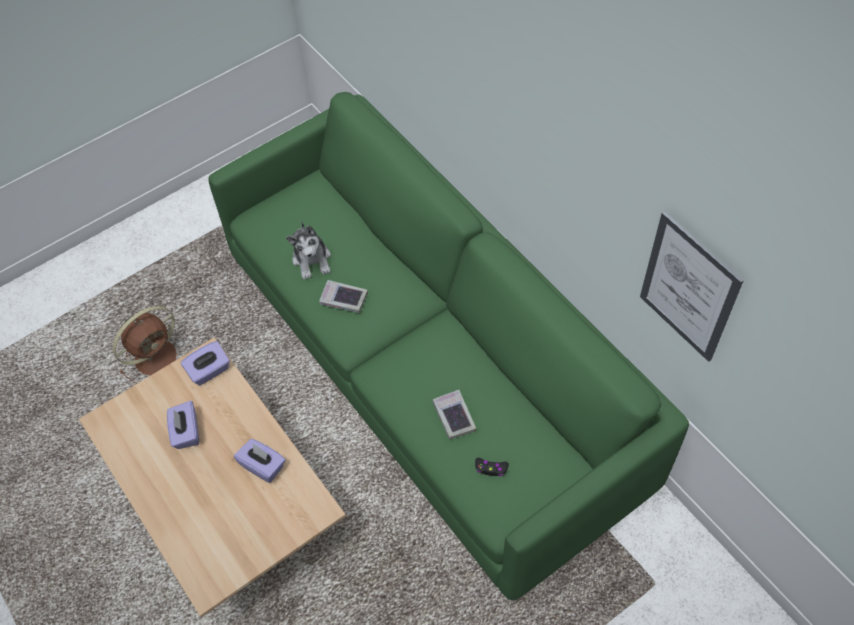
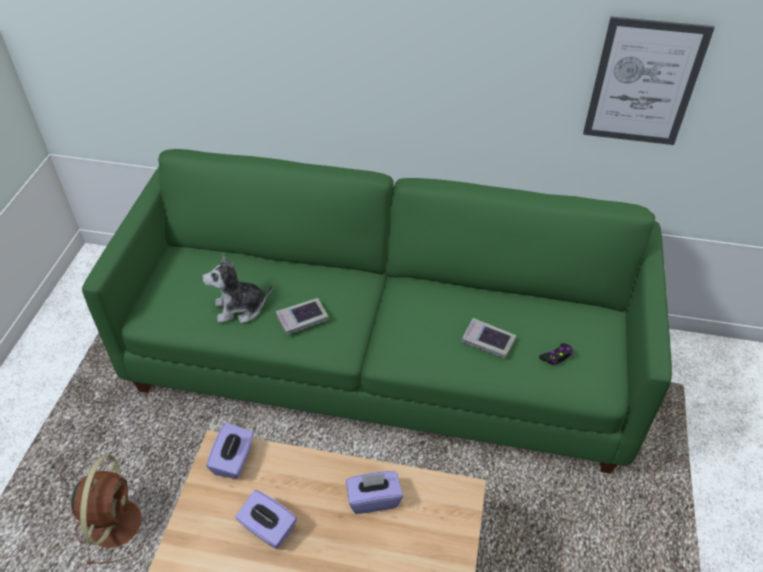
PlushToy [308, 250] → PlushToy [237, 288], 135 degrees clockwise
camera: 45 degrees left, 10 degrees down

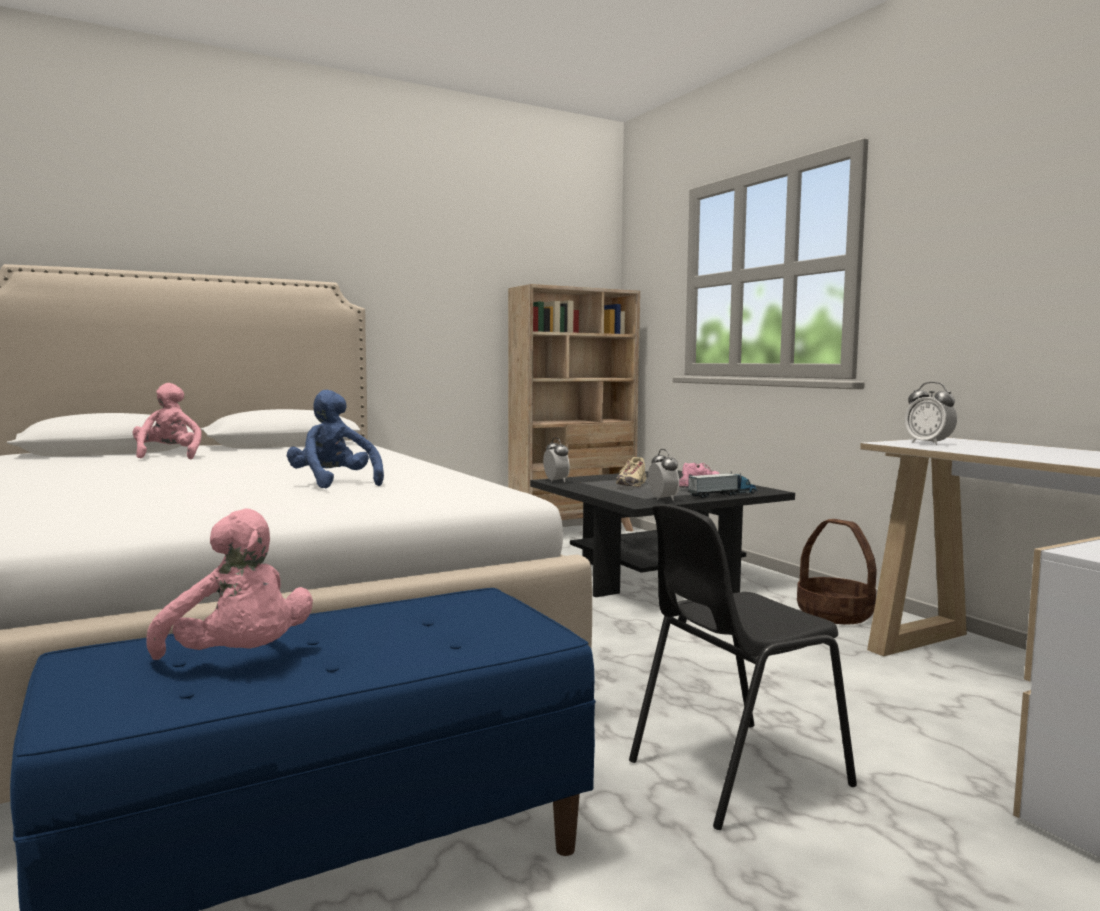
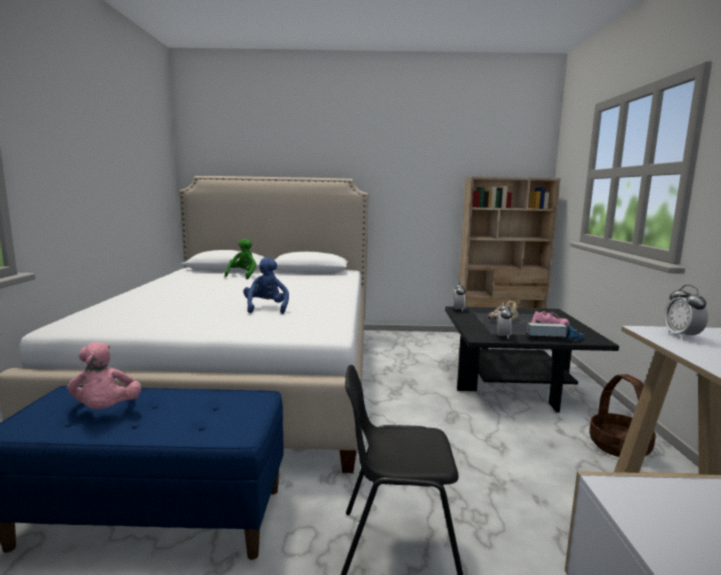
PinkColouredPlushToy [167, 421] → GreenColouredPlushToy [240, 258]
camera: 30 degrees right, 5 degrees up

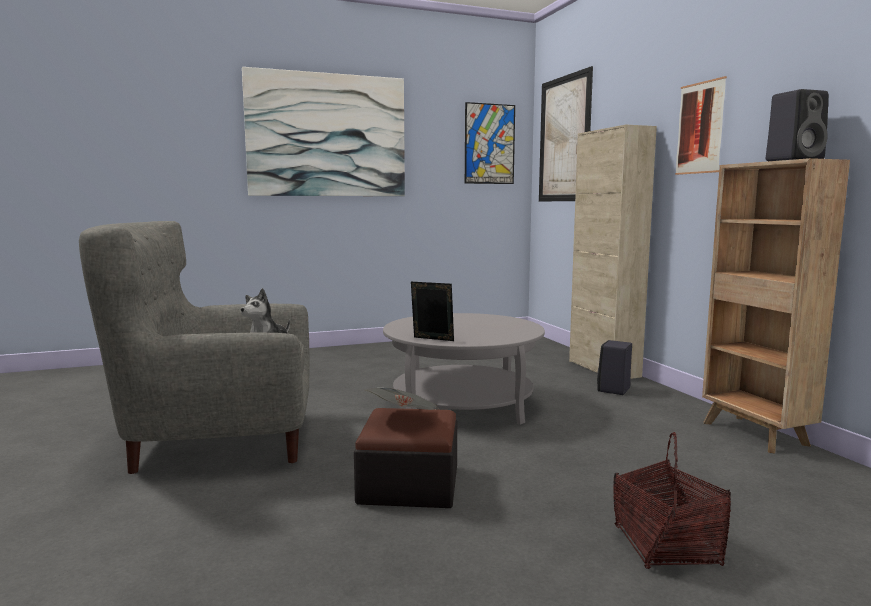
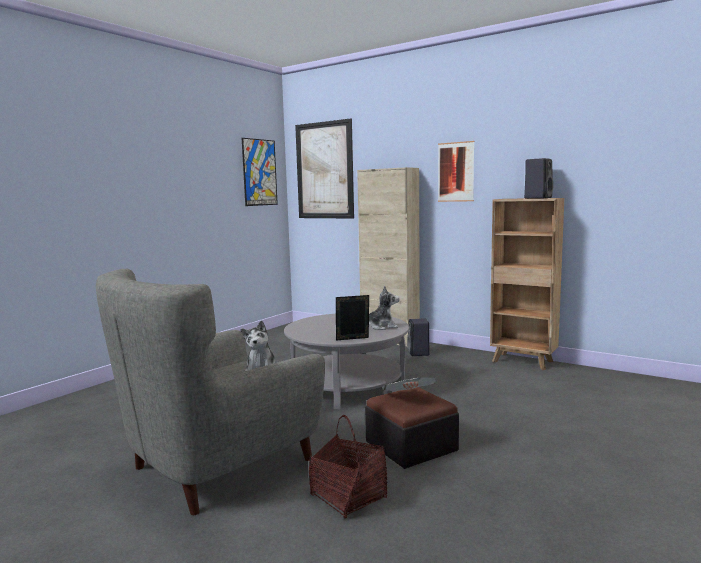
WallArt [323, 131] → -
HouseholdBasket [672, 500] → HouseholdBasket [348, 466], moved
- → PlushToy [384, 308]
camera: 35 degrees left, 0 degrees up

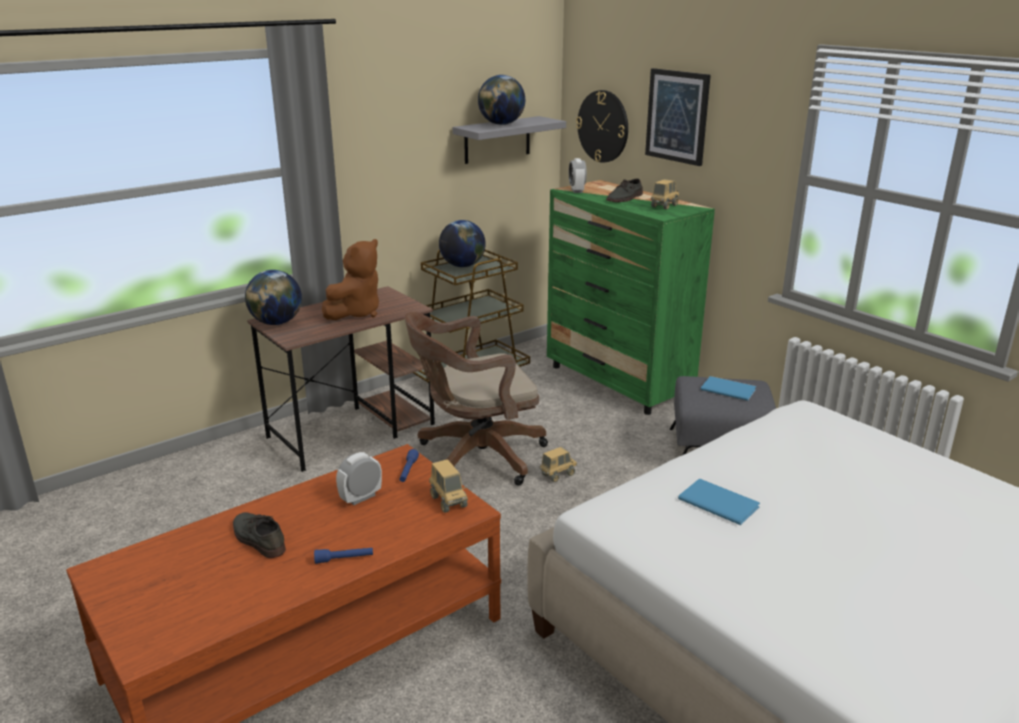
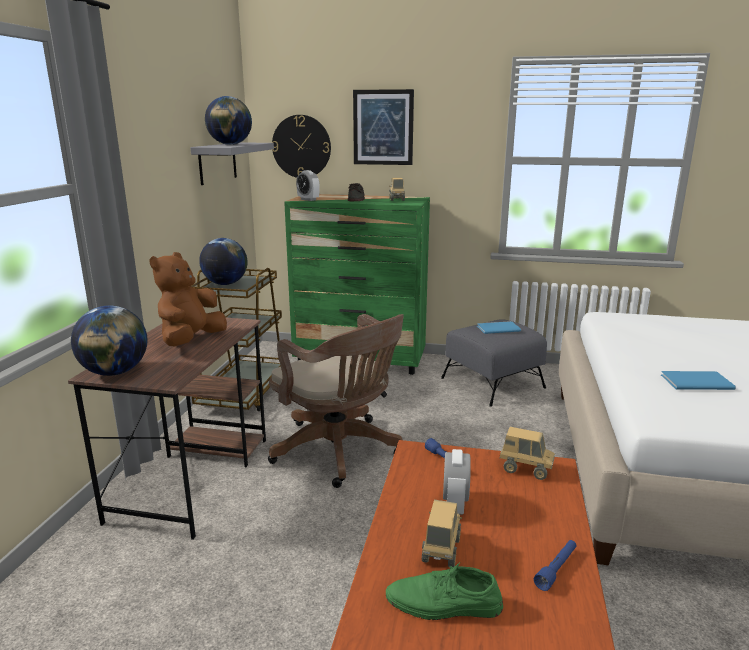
GreyishShoe [259, 535] → GreenColouredShoe [444, 591]
BrownPlushToy [350, 279] → BrownPlushToy [188, 299], 150 degrees counterclockwise
BrownComputerChair [476, 399] → BrownComputerChair [336, 401], 75 degrees counterclockwise
ModelTruck [558, 464] → ModelTruck [442, 533], moved
camera: 40 degrees left, 5 degrees down

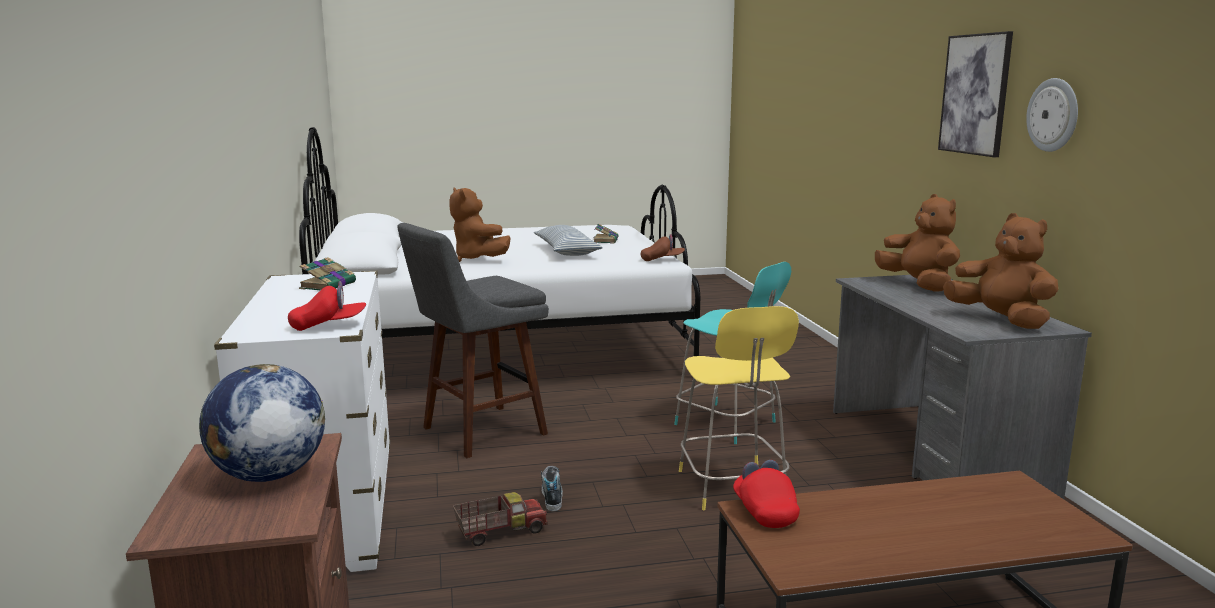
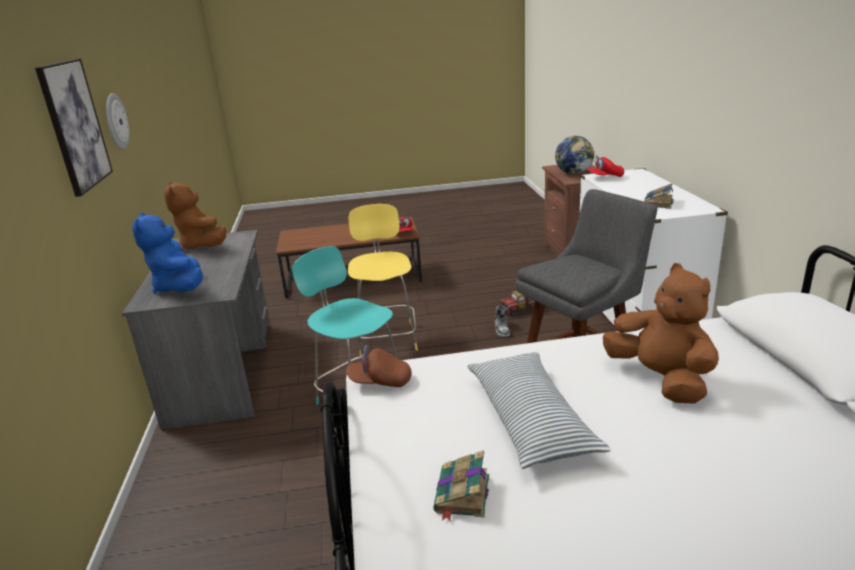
BrownPlushToy [917, 243] → BluePlushToy [167, 253]
camera: 175 degrees left, 10 degrees up

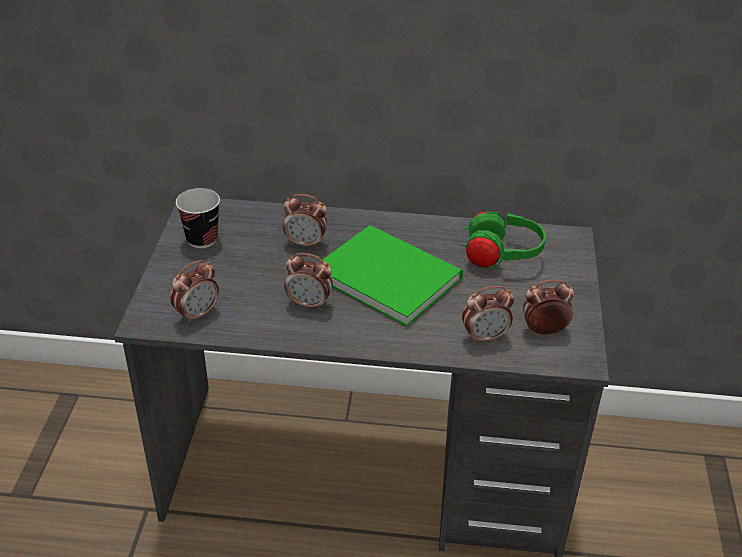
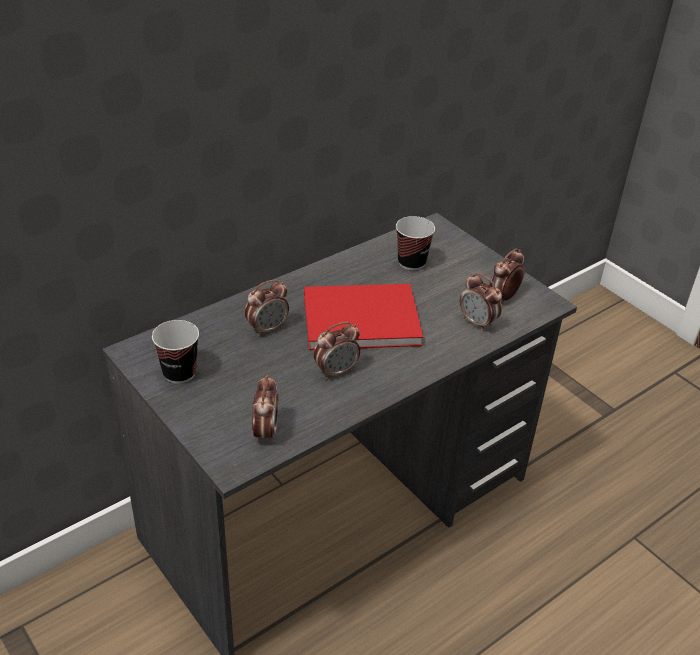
GreenColouredVolume [392, 275] → RedColouredVolume [363, 317]
GreenColouredHeadset [503, 239] → Cup [415, 243]
AlarmClock [488, 315] → AlarmClock [481, 302], 105 degrees clockwise
camera: 45 degrees left, 0 degrees up

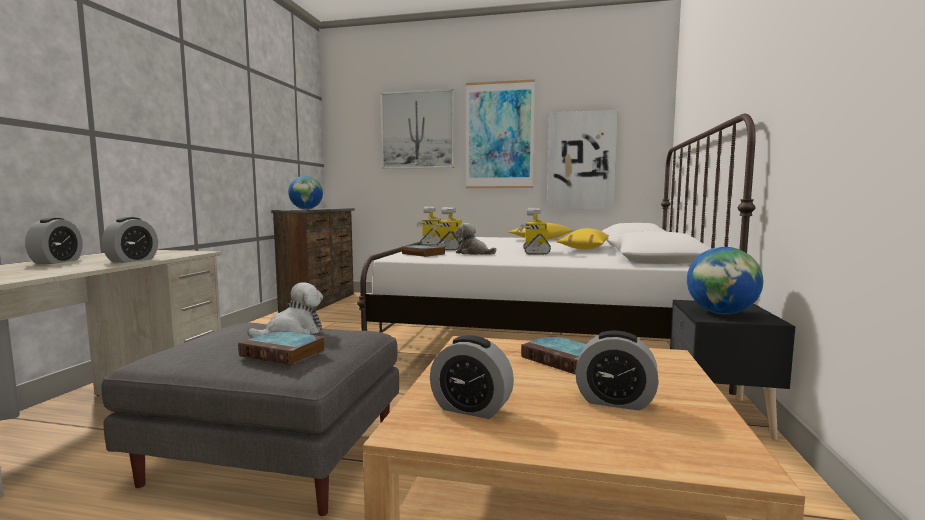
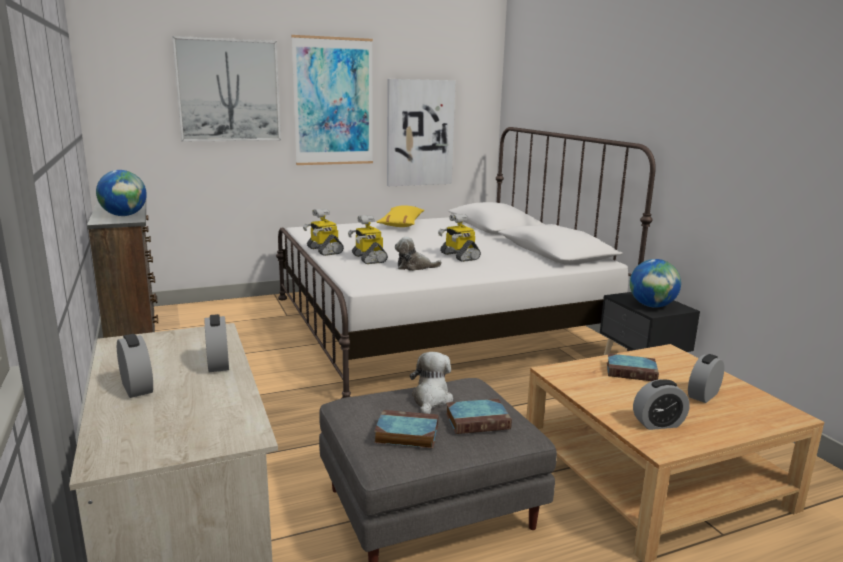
Volume [423, 251] → Volume [406, 429], moved
YellowColouredCushion [582, 239] → -
AlarmClock [617, 371] → AlarmClock [706, 378], 150 degrees clockwise
camera: 35 degrees left, 10 degrees up

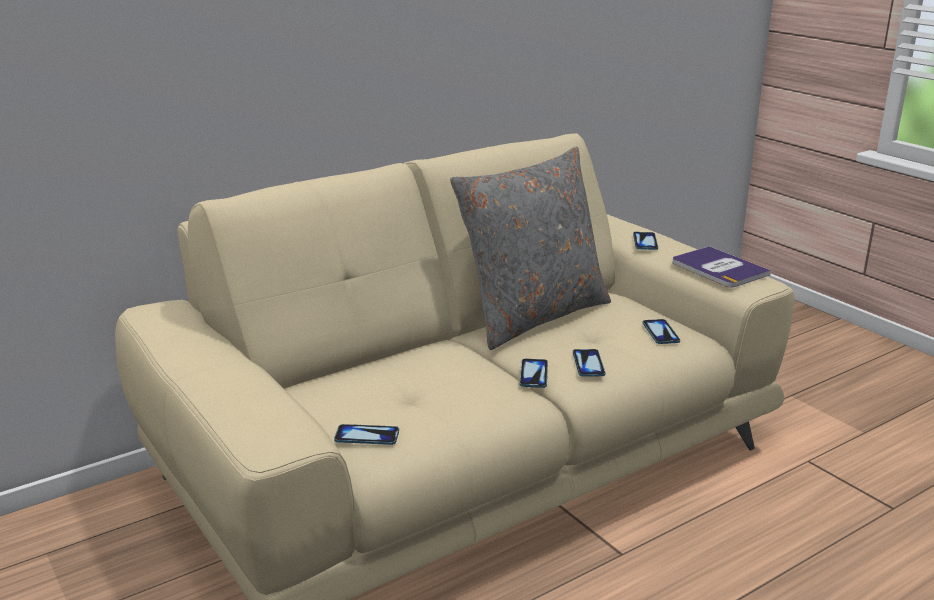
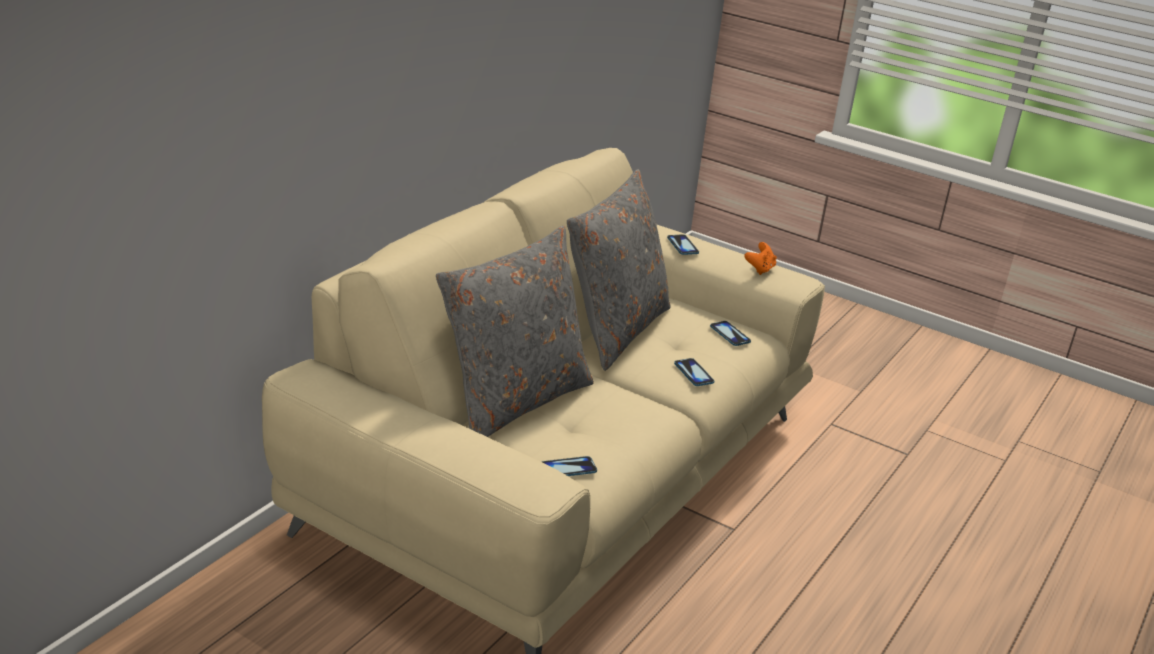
Telephone [534, 373] → -
Volume [721, 266] → OrangeGamepad [760, 258]
- → GreyishCushion [515, 331]
camera: 25 degrees left, 5 degrees up

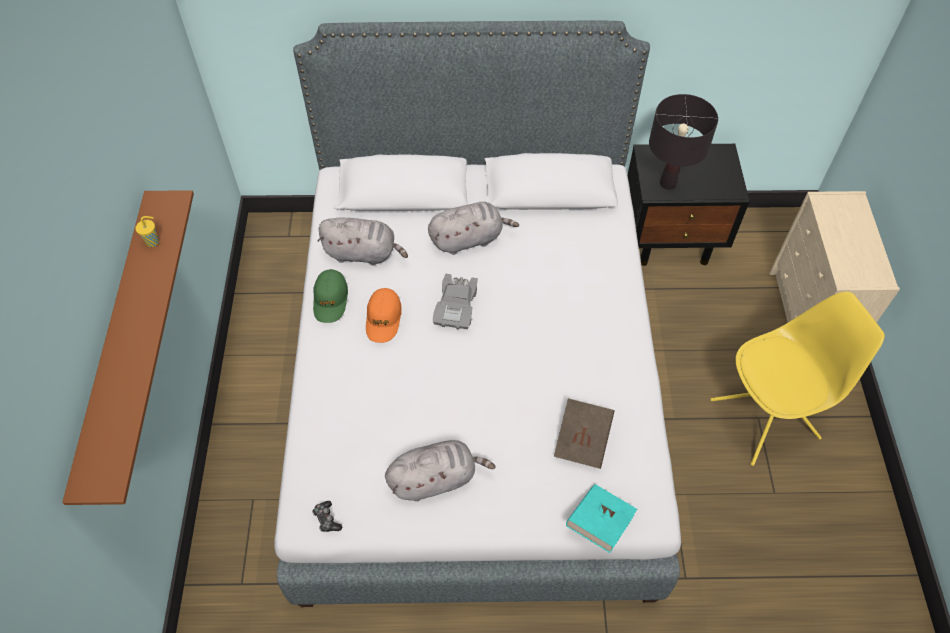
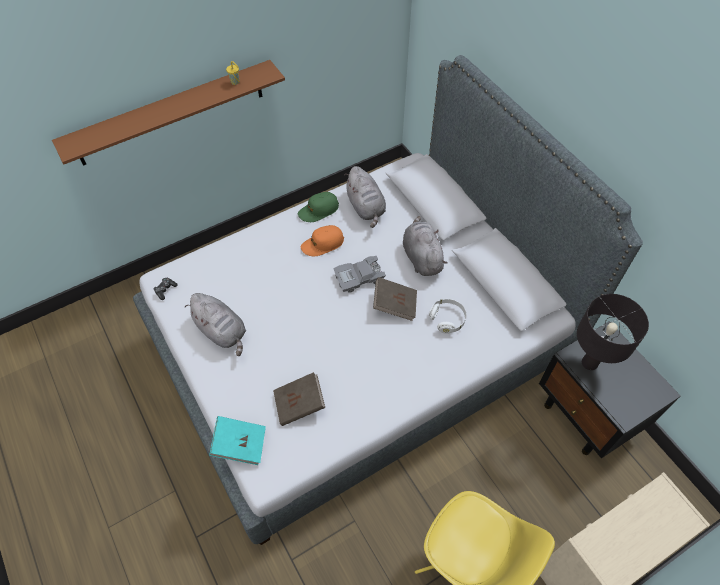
GreyishPlushToy [473, 228] → GreyishPlushToy [425, 246], 150 degrees counterclockwise
- → BrownVolume [395, 299]
- → WhitishHeadset [447, 316]
camera: 60 degrees right, 0 degrees up

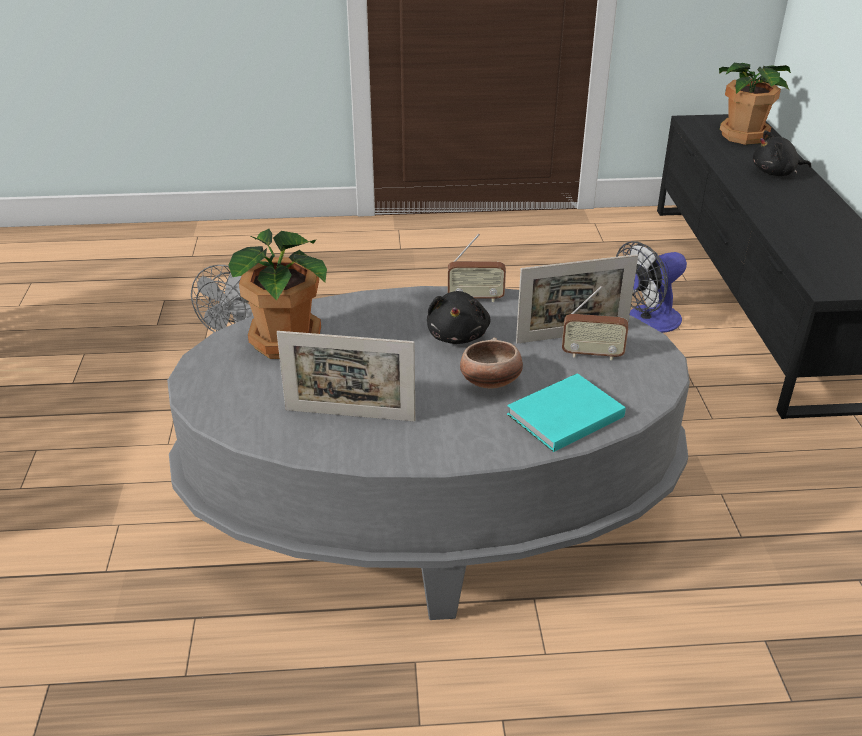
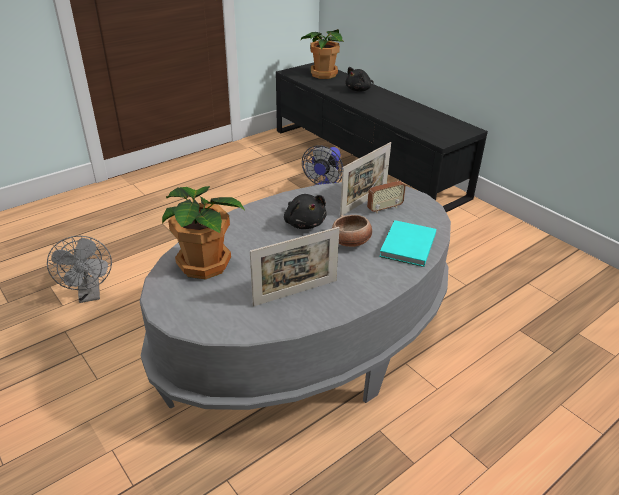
RadioSet [477, 268] → -
camera: 35 degrees left, 0 degrees up

